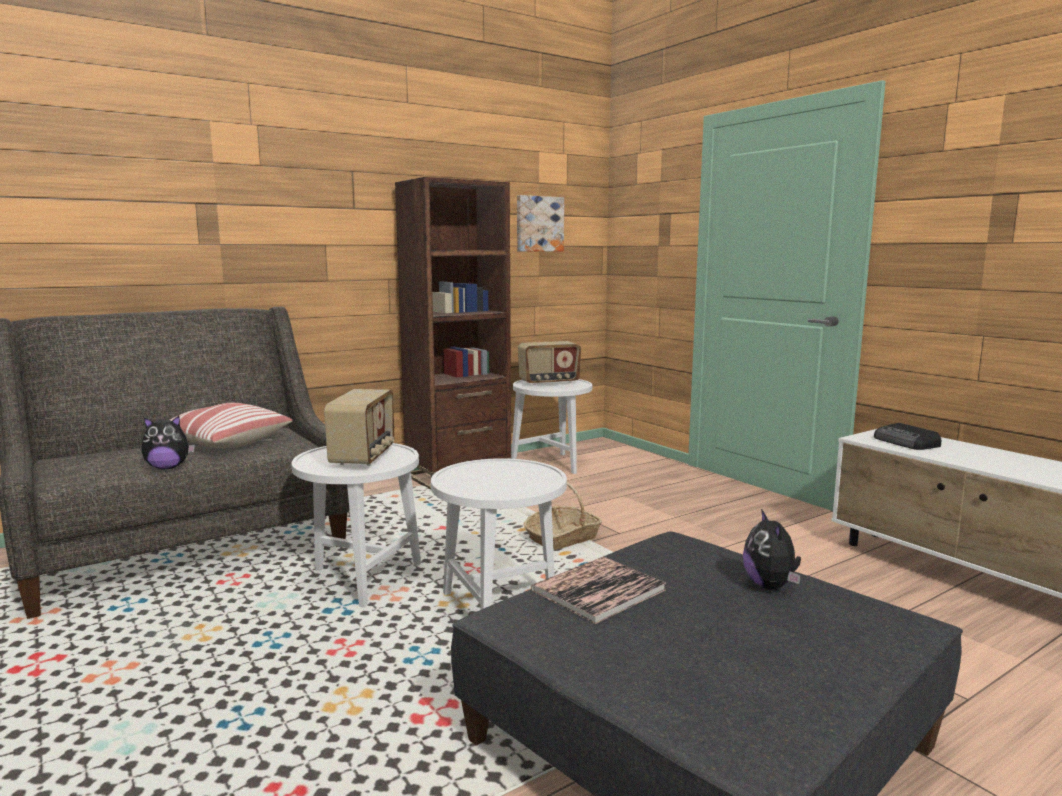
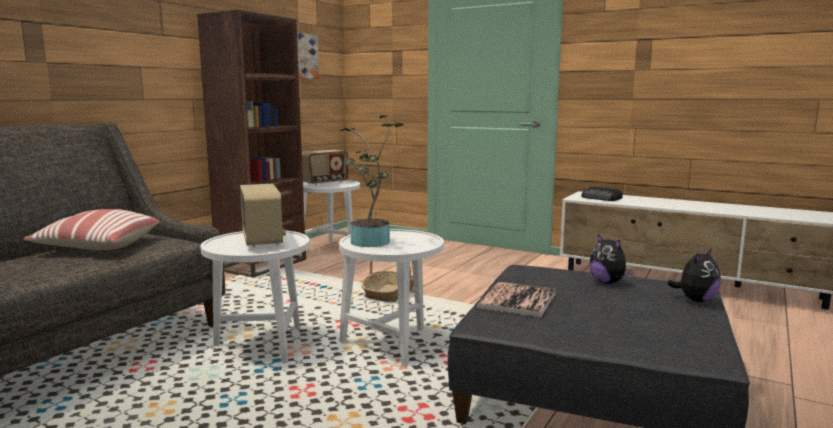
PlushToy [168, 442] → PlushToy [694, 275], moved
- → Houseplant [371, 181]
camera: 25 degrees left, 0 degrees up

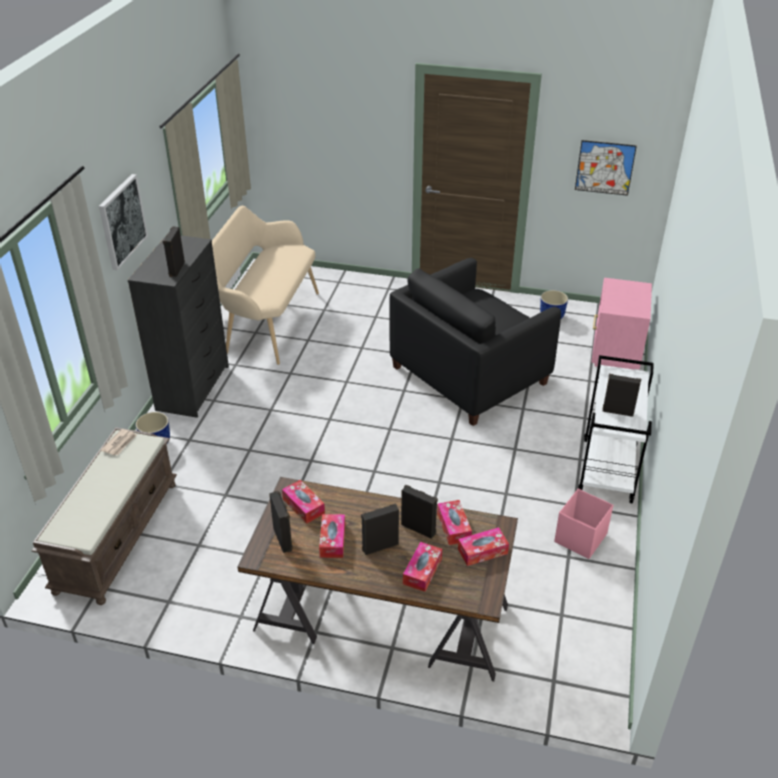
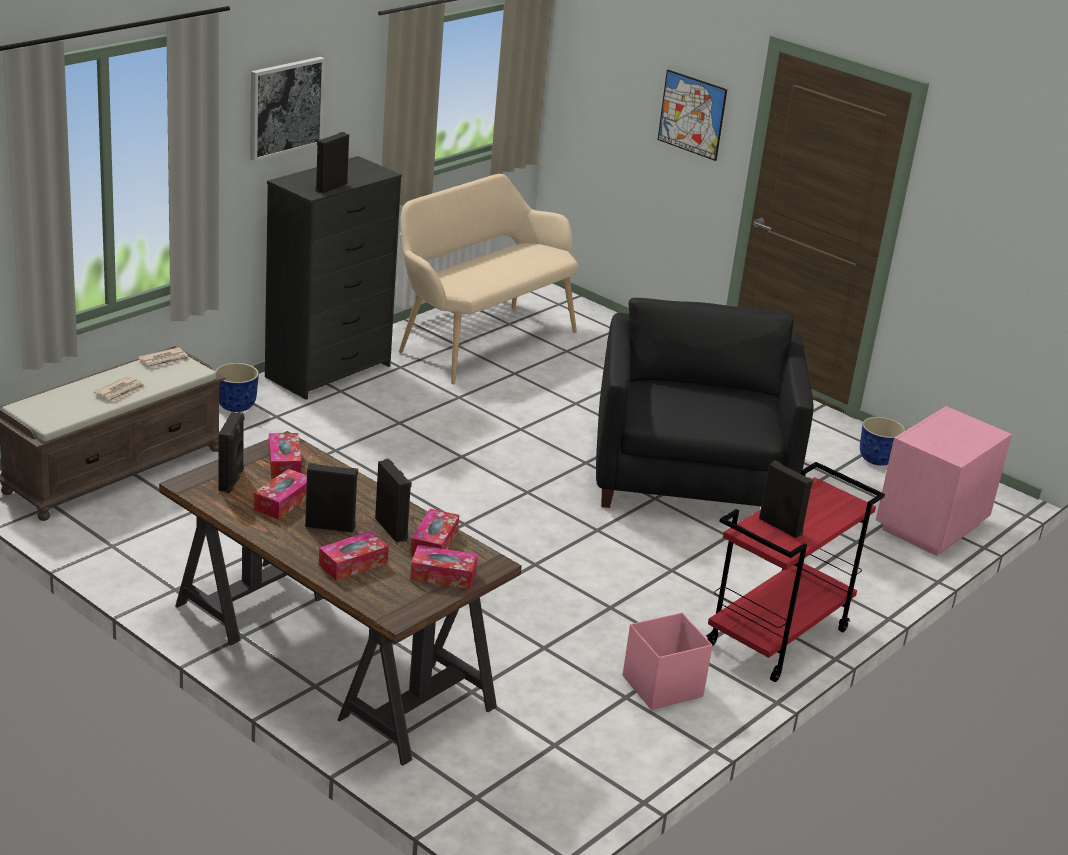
BlackishLoungeChair [475, 342] → BlackishLoungeChair [705, 403], 105 degrees clockwise
WallArt [606, 168] → WallArt [692, 115], moved
WhitishWheeledCart [616, 429] → RedColouredWheeledCart [795, 572]
- → DailyPaper [120, 388]
camera: 25 degrees right, 10 degrees down

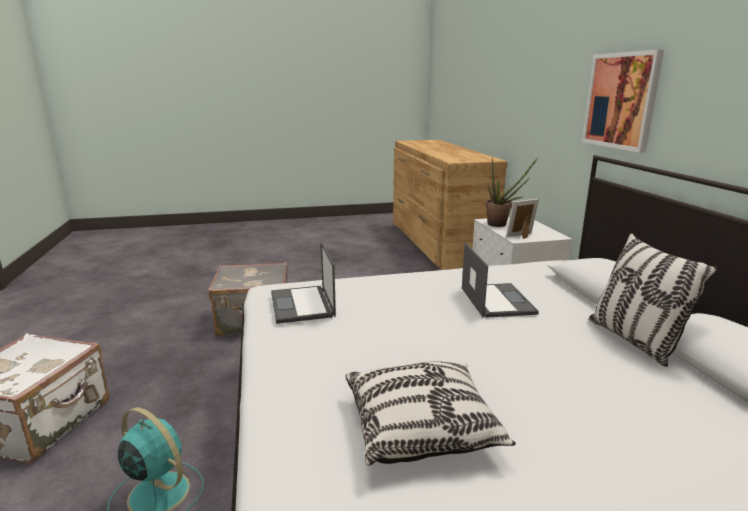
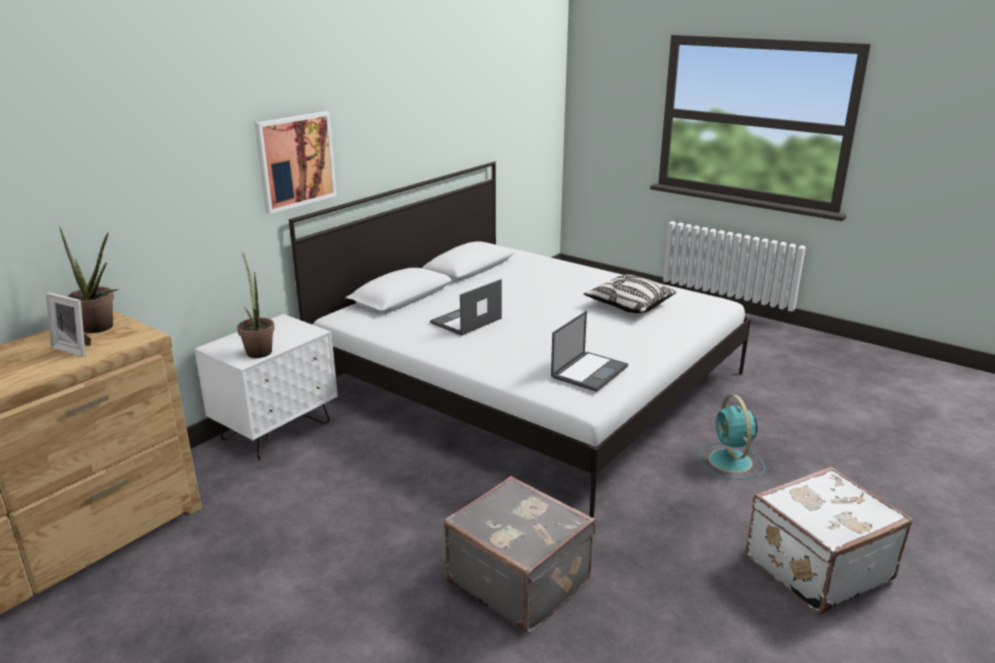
PhotoFrame [522, 219] → PhotoFrame [68, 324], moved
Cushion [653, 300] → -
- → Houseplant [89, 280]
camera: 130 degrees left, 5 degrees up

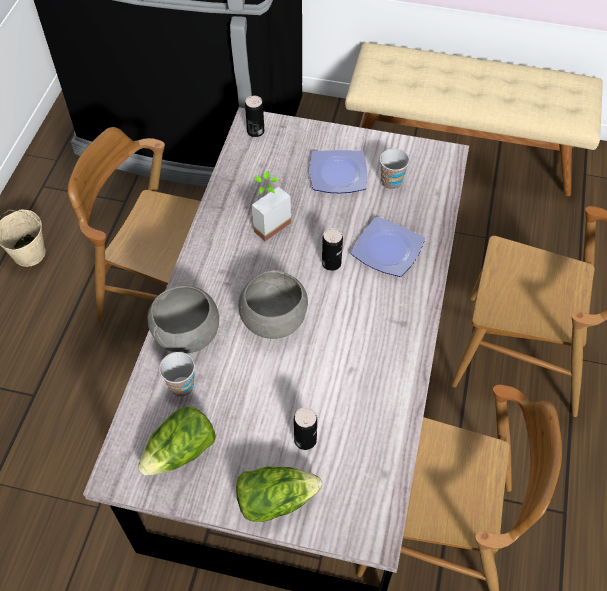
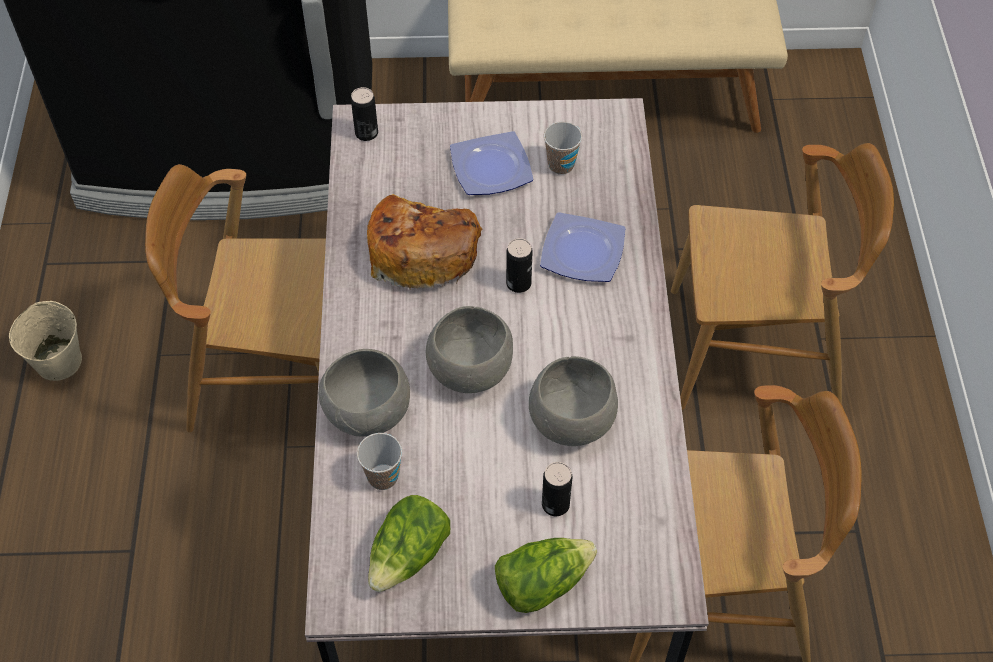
Houseplant [271, 206] → Bread [425, 242]
- → GreyishBowl [573, 401]
camera: 15 degrees left, 0 degrees up

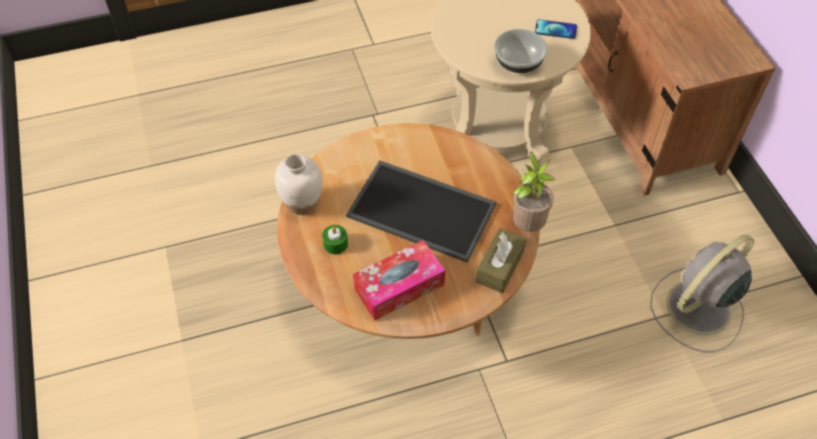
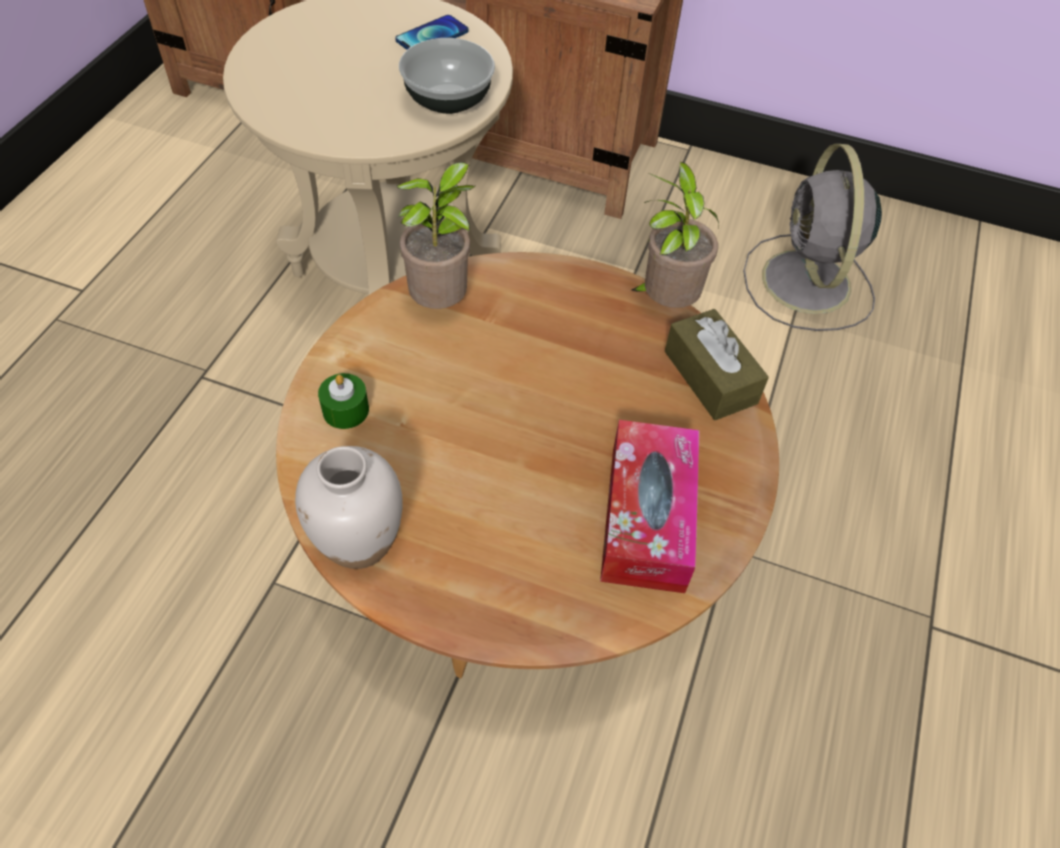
GreenColouredCandle [335, 240] → GreenColouredCandle [343, 401], moved
CarryingTray [421, 211] → -
- → Houseplant [436, 235]
camera: 55 degrees left, 0 degrees up

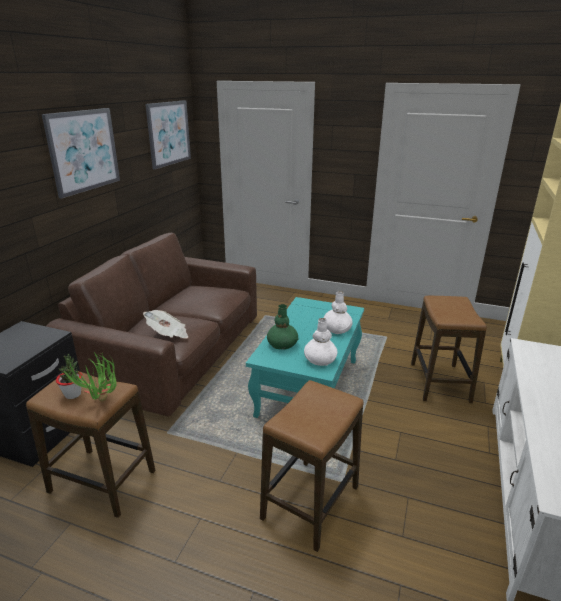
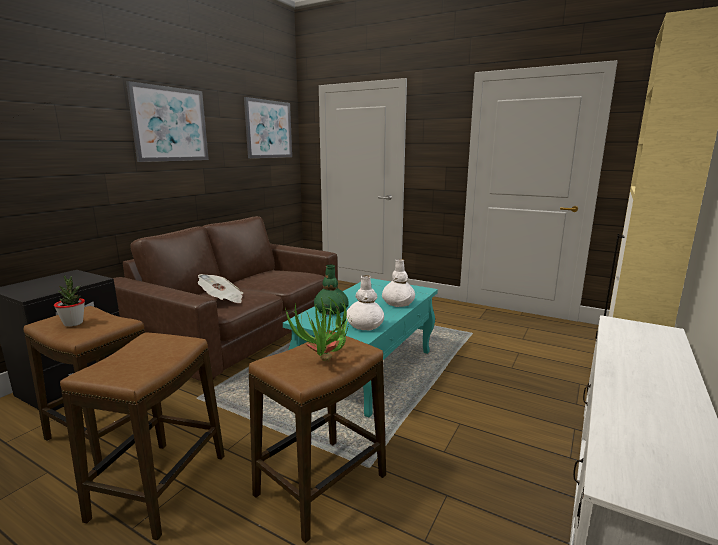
Houseplant [89, 376] → Houseplant [318, 328], moved
StoolSeat [449, 349] → StoolSeat [142, 436], moved
camera: 10 degrees right, 10 degrees down

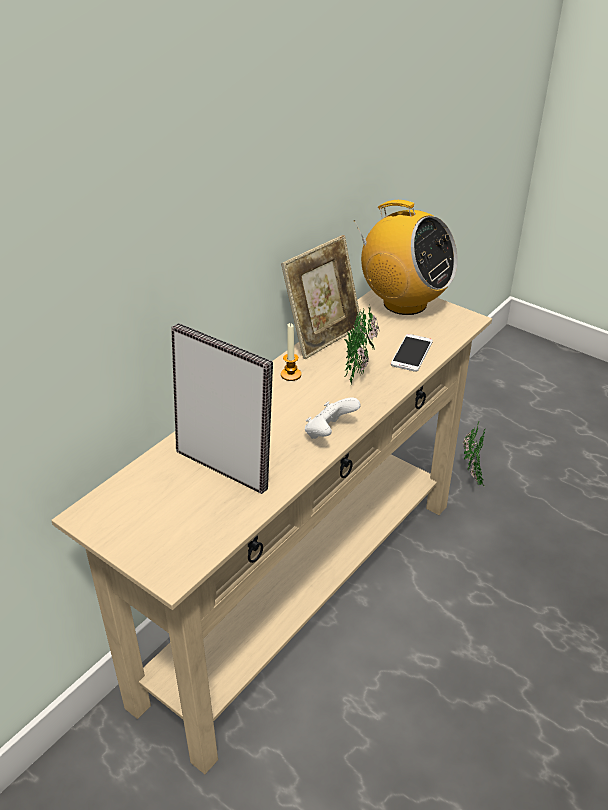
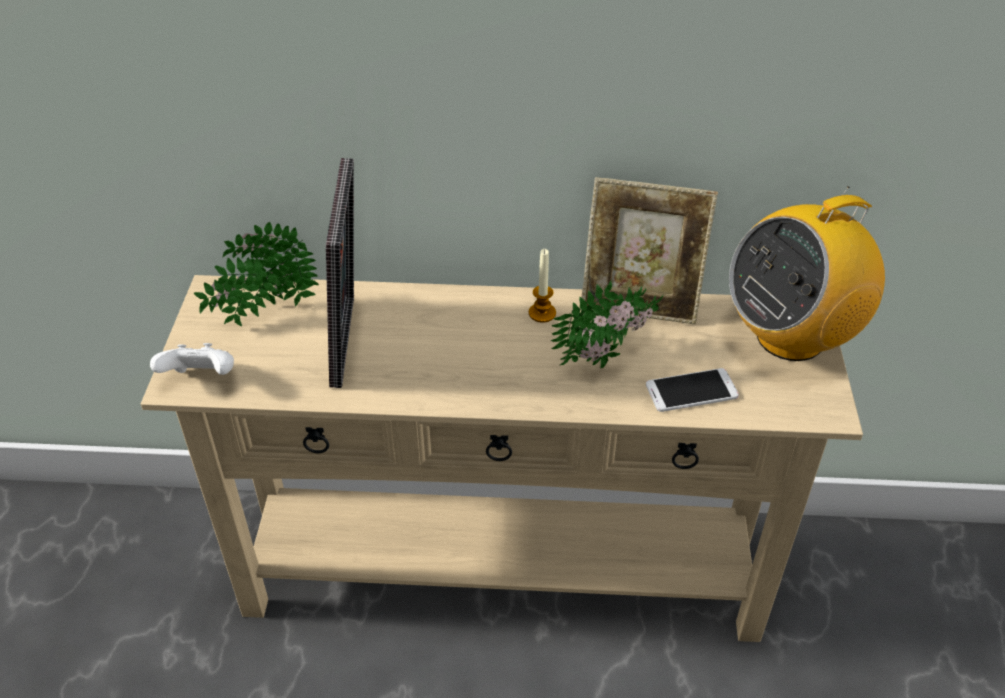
WhitishGamepad [333, 418] → WhitishGamepad [192, 359], moved
RadioSet [406, 257] → RadioSet [807, 273], 60 degrees clockwise
Houseplant [474, 454] → Houseplant [256, 274], moved
camera: 55 degrees right, 5 degrees up

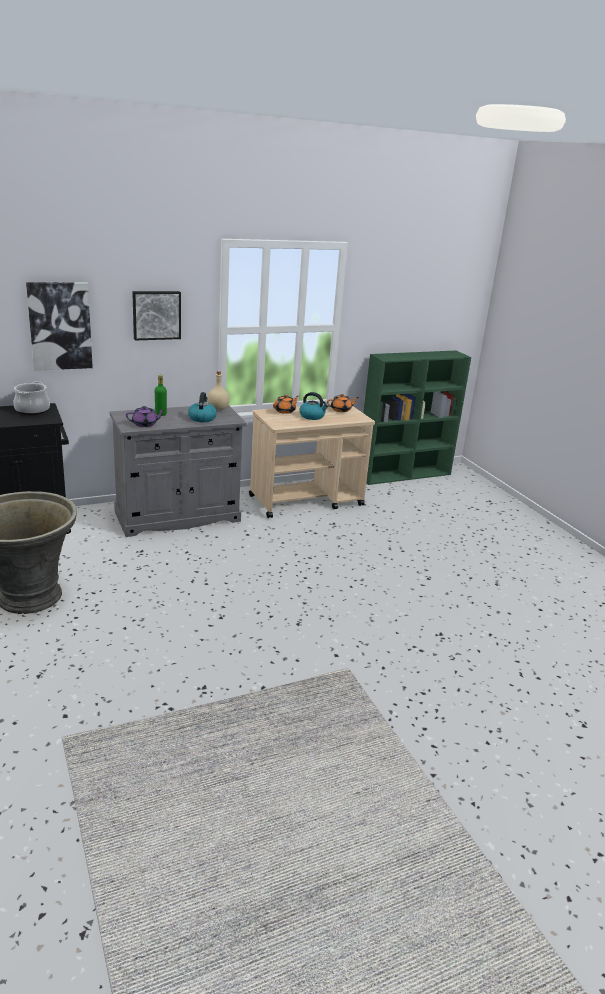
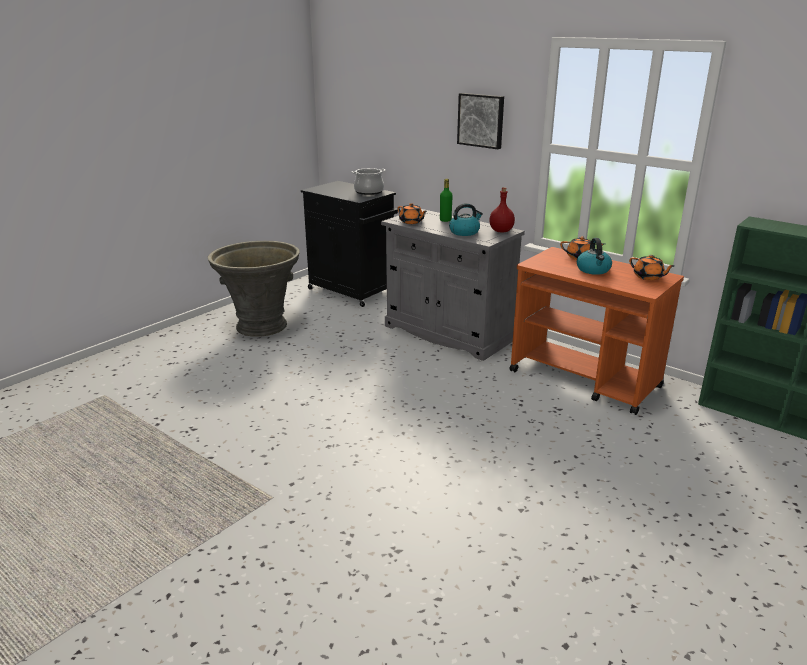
WallArt [59, 326] → -
PurpleTeapot [145, 416] → OrangeTeapot [412, 213]
BeigeColouredBottle [218, 390] → RedColouredBottle [502, 209]
BeigeColouredWheeledCart [312, 461] → OrangeWheeledCart [596, 331]
camera: 65 degrees right, 0 degrees up

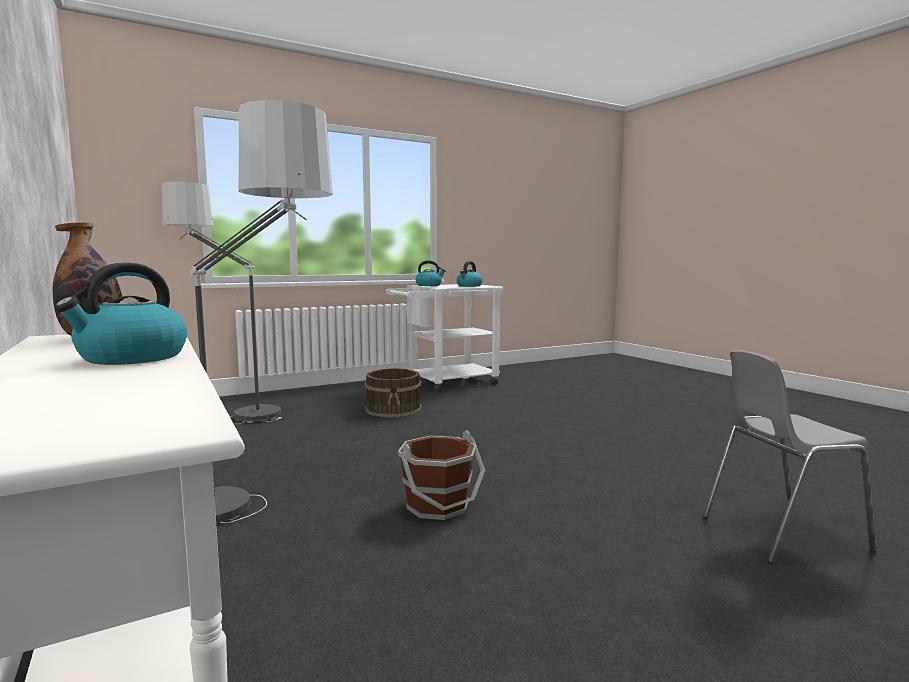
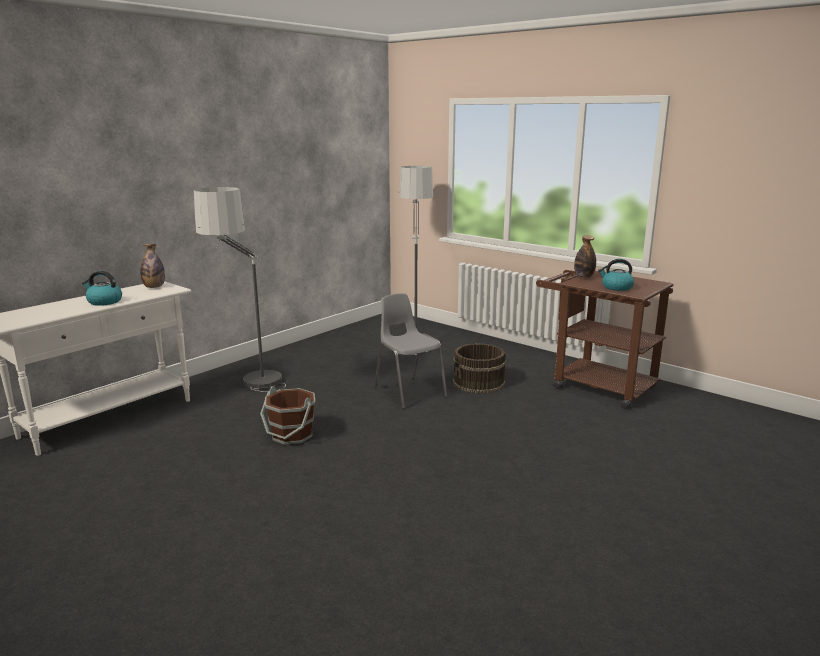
WhitishWheeledCart [445, 338] → BrownWheeledCart [604, 339]
WaterKettle [431, 273] → Bottle [585, 256]
GreyishChair [790, 457] → GreyishChair [410, 351], moved
camera: 70 degrees right, 10 degrees up

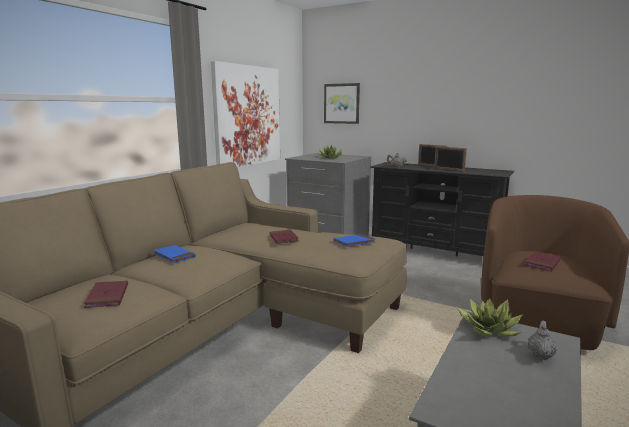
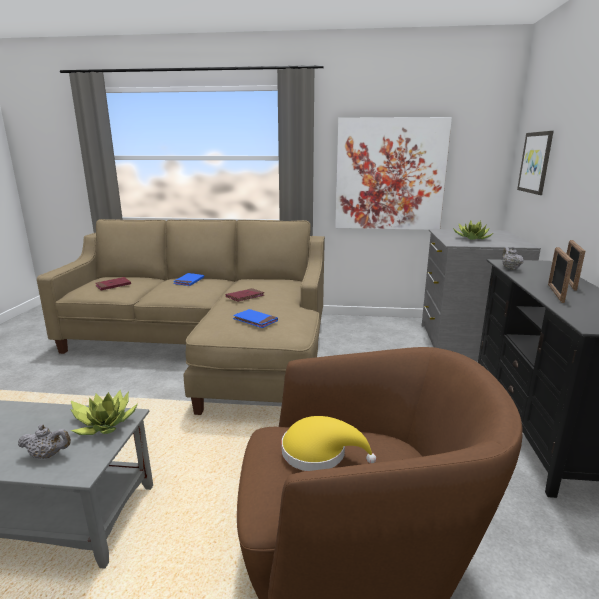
RedColouredVolume [543, 261] → YellowColouredWearableHat [329, 443]
camera: 65 degrees right, 5 degrees up

